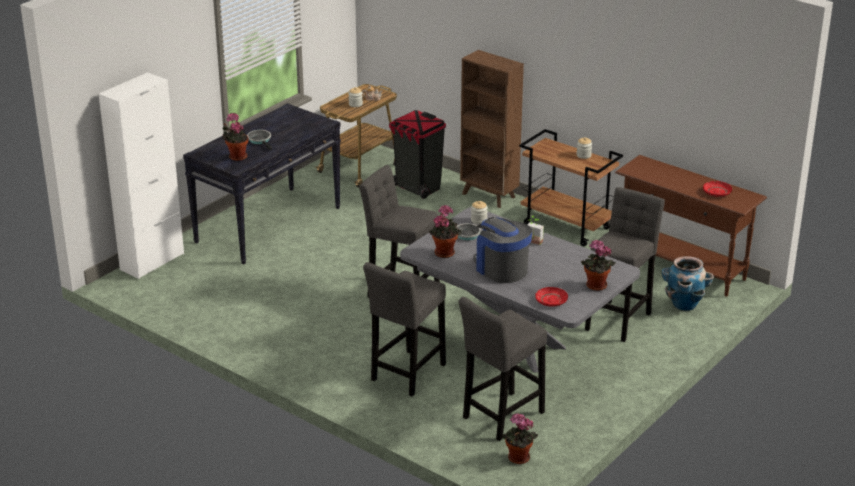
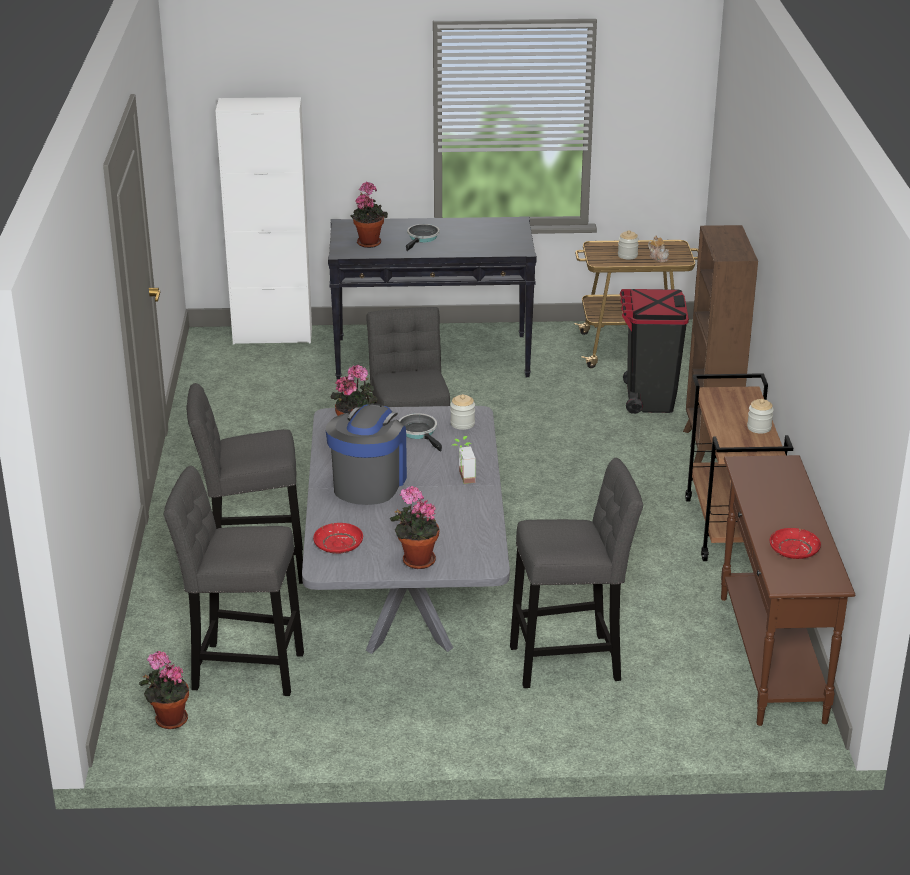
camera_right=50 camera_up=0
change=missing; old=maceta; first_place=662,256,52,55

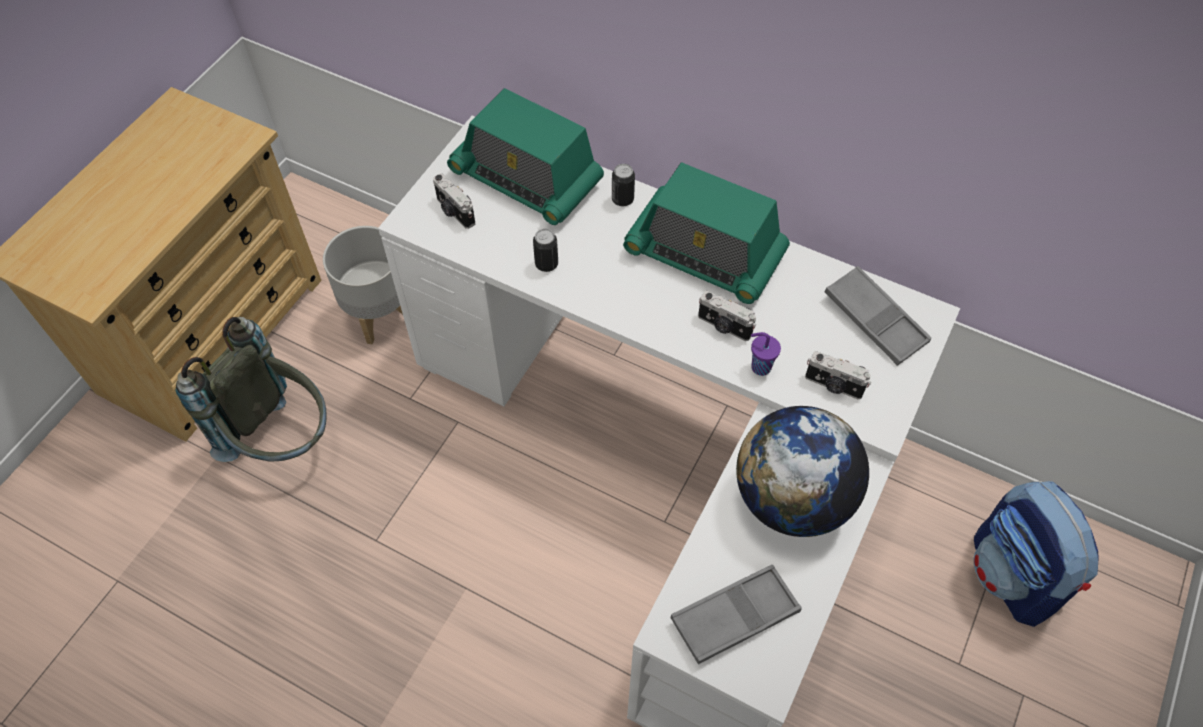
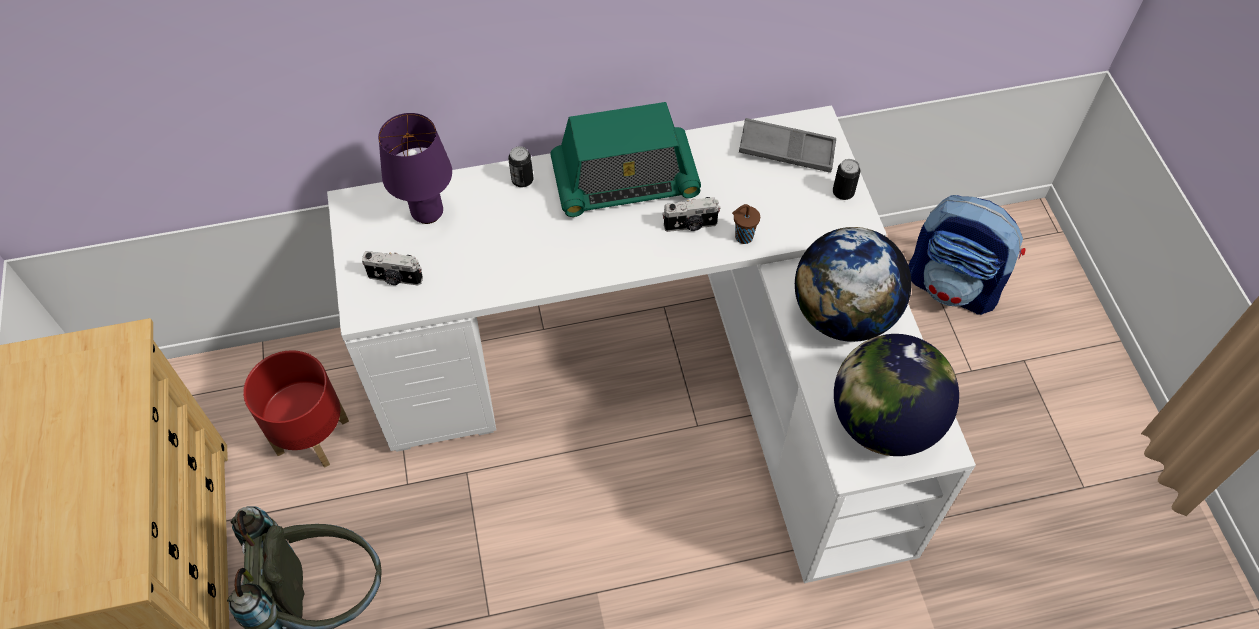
camera_right=-40 camera_up=0
change=missing; old=cámara; first_place=805,351,66,48
change=relocated; old=lata; first_place=533,229,25,43; second_place=833,159,28,41
change=exchanged; old=radio; new=lámpara de mesa (morado); first_place=447,88,157,137; second_place=378,113,74,111
change=exchanged; old=bandeja (gris); new=globo terráqueo; first_place=671,565,131,99; second_place=834,334,125,122
change=colour; old=maceta (gris); new=maceta (rojo); first_place=323,226,80,119; second_place=243,350,106,118
change=colour; old=taza (morado); new=taza (marrón); first_place=751,332,30,44; second_place=732,204,28,40

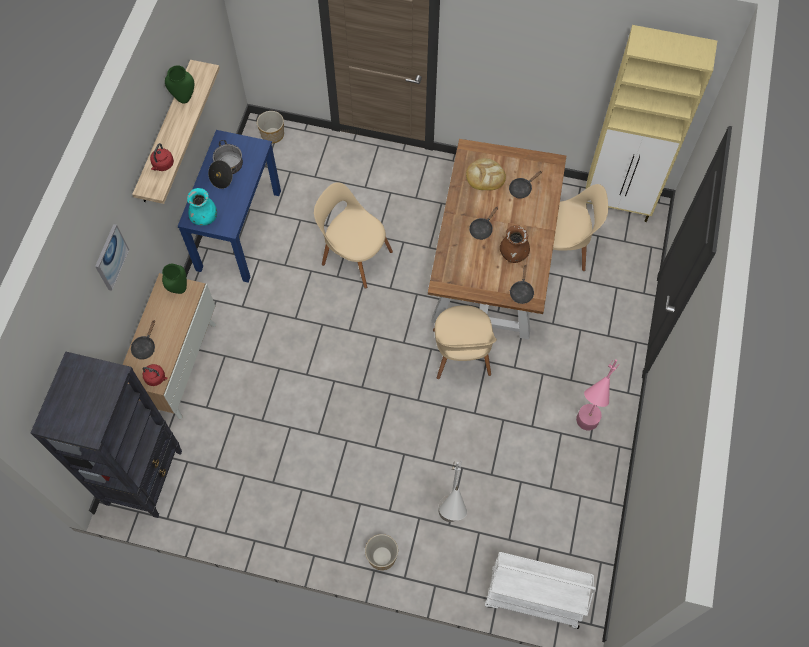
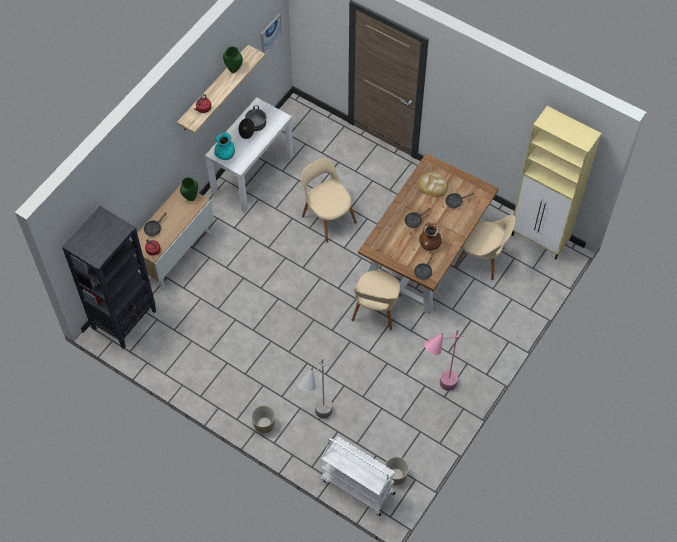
camera_right=20 camera_up=-5
change=relocated; old=cuadro; first_place=95,224,34,67; second_place=260,14,22,40
change=relocated; old=maceta; first_place=257,111,27,32; second_place=385,457,24,28
change=colour; old=mesa consola (azul); new=mesa consola (blanco); first_place=178,130,103,153; second_place=205,97,88,116

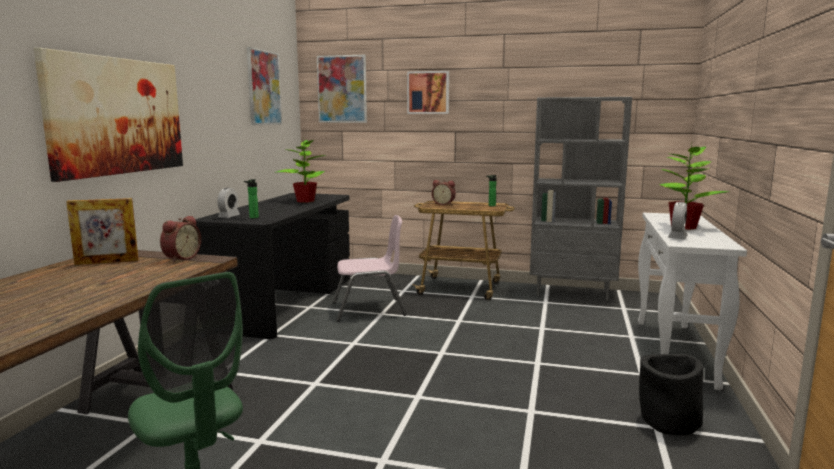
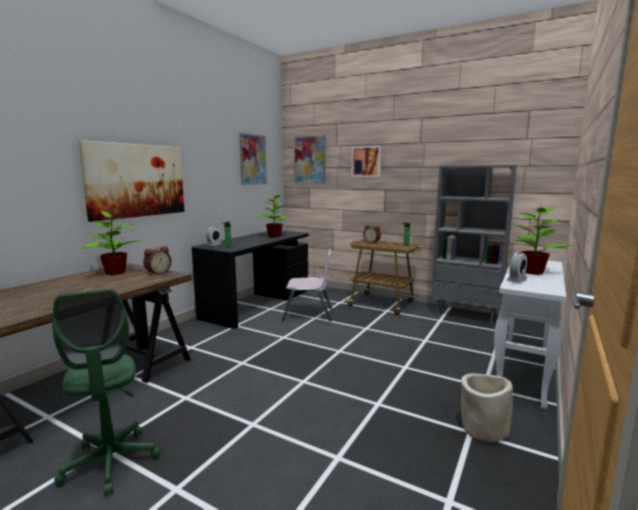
camera_right=15 camera_up=0
change=exchanged; old=portarretratos; new=planta en maceta; first_place=66,198,73,67; second_place=81,209,60,66
change=colour; old=maceta (negro); new=maceta (beis); first_place=639,354,64,81; second_place=461,373,52,70

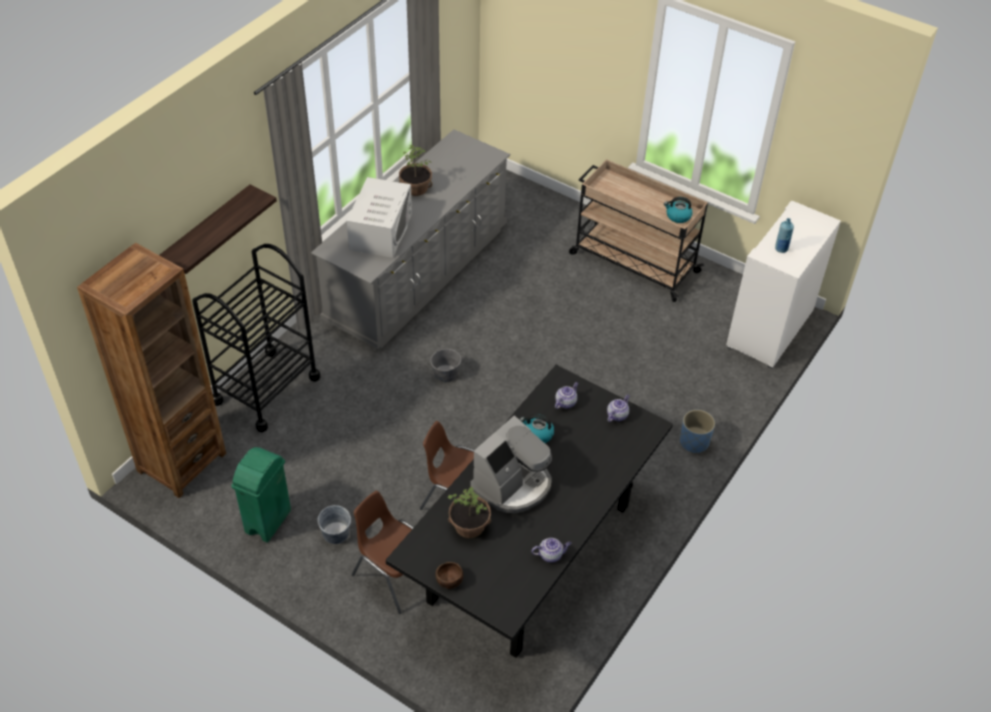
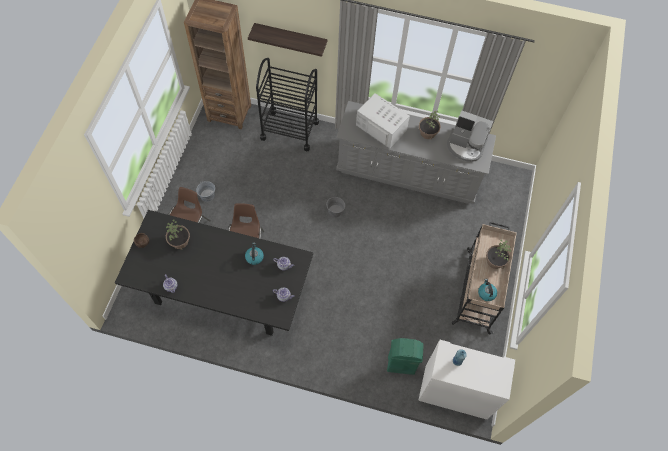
camera_right=70 camera_up=15
change=missing; old=maceta (azul); first_place=680,410,35,44
change=appeared; new=planta en maceta; second_place=486,239,25,30
change=relocated; old=papelera (verde); first_place=231,447,60,95; second_place=387,338,37,37
change=relocated; old=cafetera; first_place=471,415,81,98; second_place=447,111,46,51
change=spun; old=microondas (blanco); first_place=347,177,65,81; second_place=356,93,54,55; degrees=-135

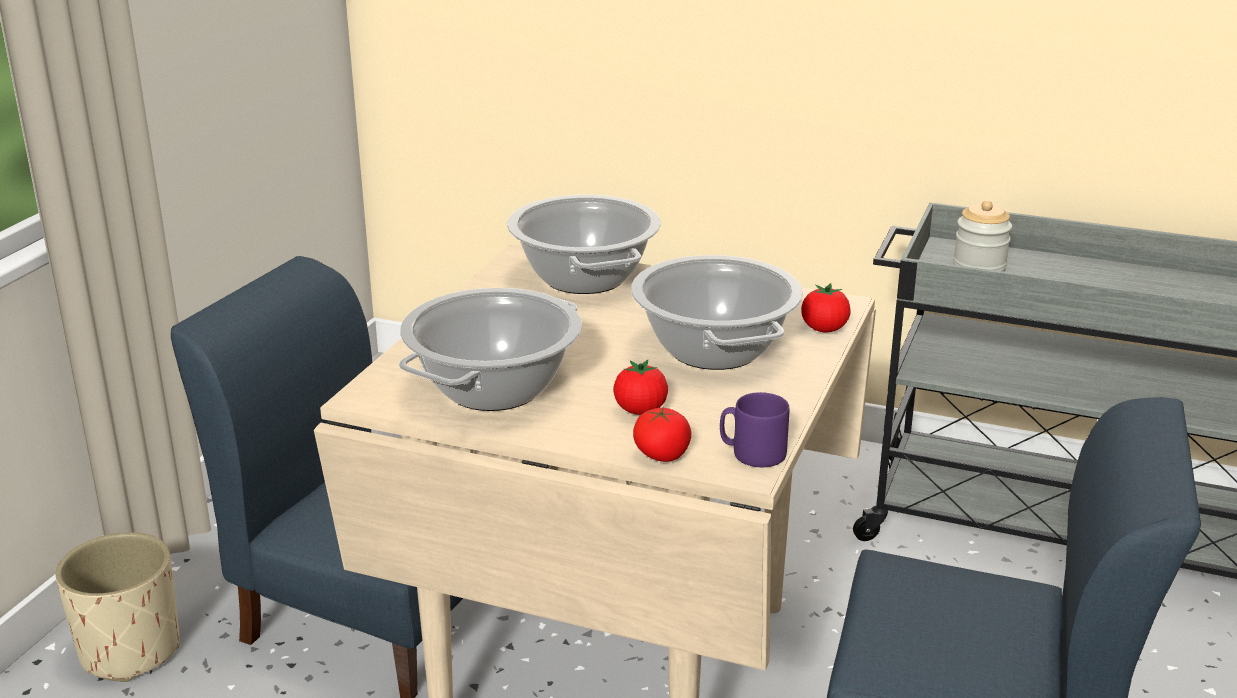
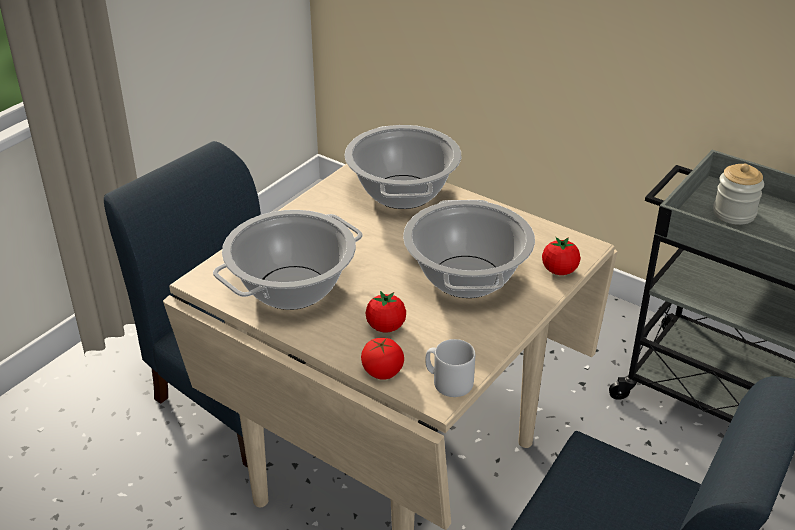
camera_right=15 camera_up=10
change=missing; old=maceta (beis); first_place=56,532,124,150
change=colour; old=taza grande (morado); new=taza grande (gris); first_place=720,392,70,75; second_place=425,339,50,58

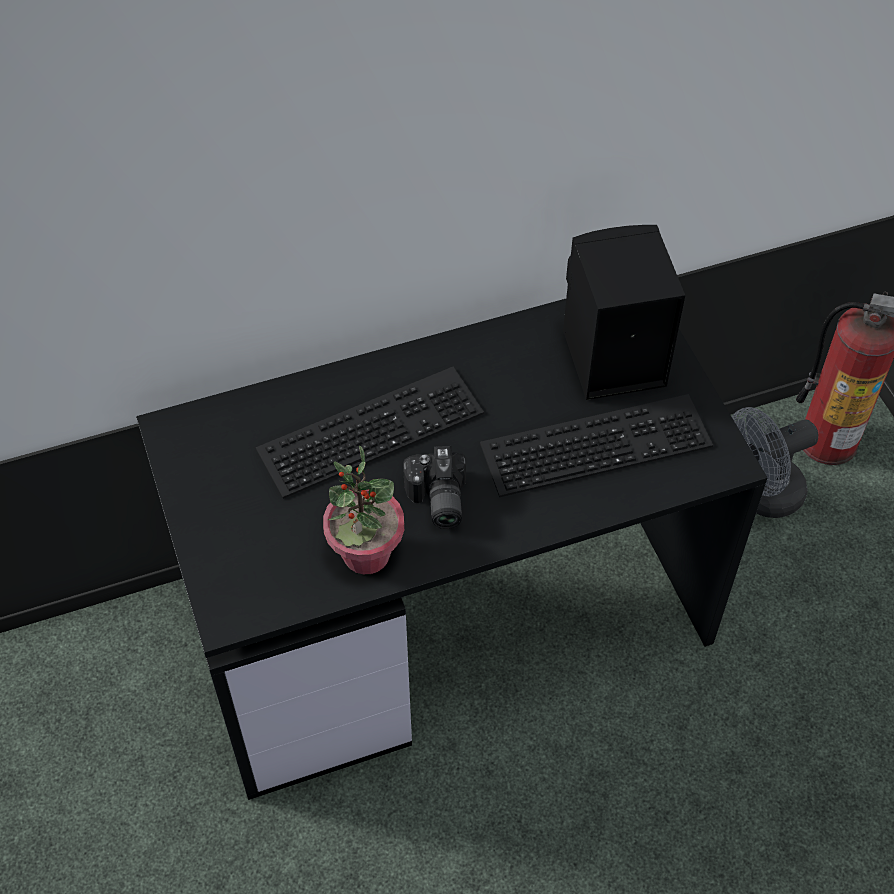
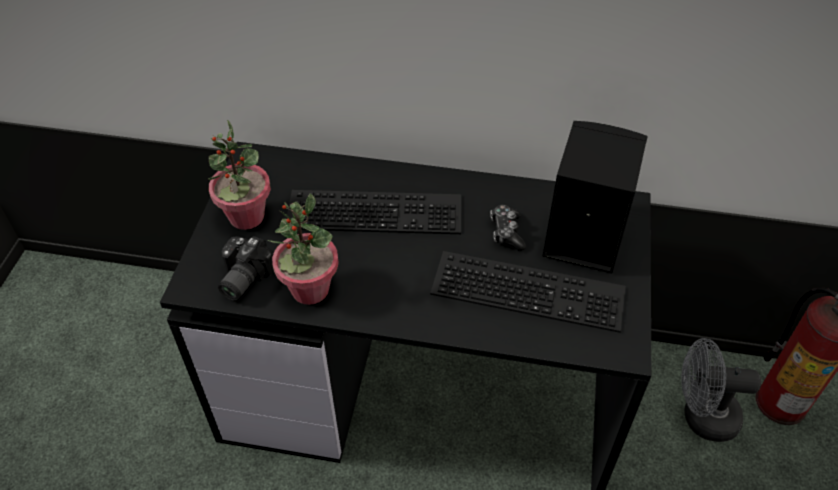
camera_right=30 camera_up=-5
change=appeared; new=planta en maceta; second_place=208,120,63,110
change=appeared; new=mando de consola; second_place=490,205,36,46
change=relocated; old=cámara; first_place=403,446,63,83; second_place=218,236,56,65

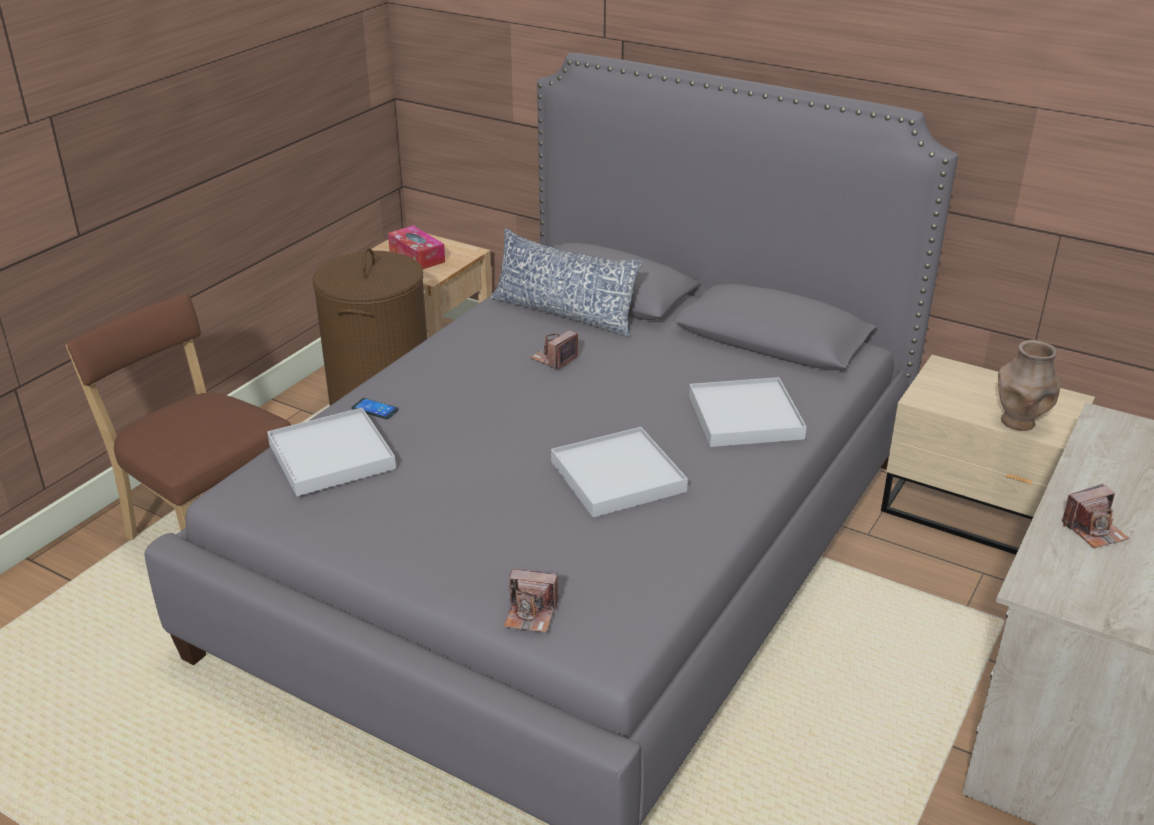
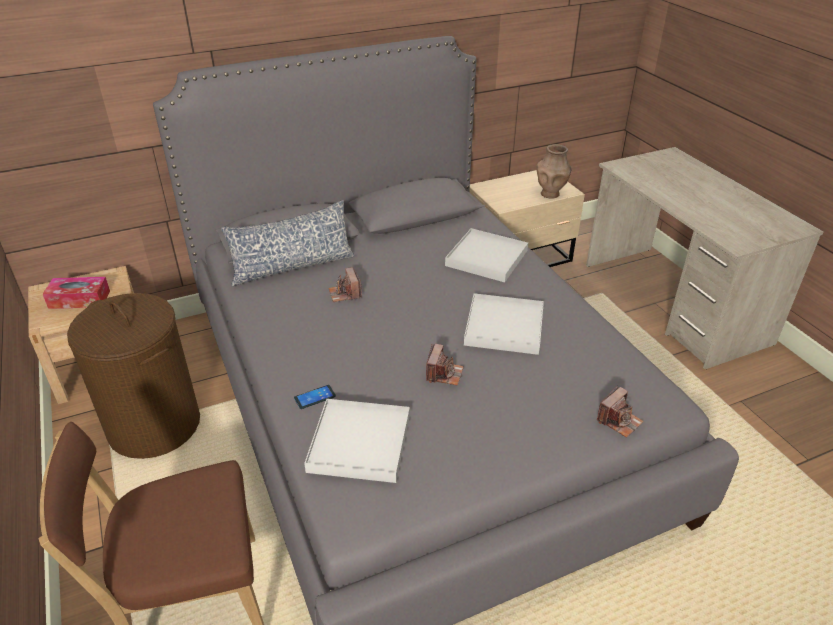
camera_right=-55 camera_up=5
change=relocated; old=cámara; first_place=1062,484,67,64; second_place=426,343,38,43

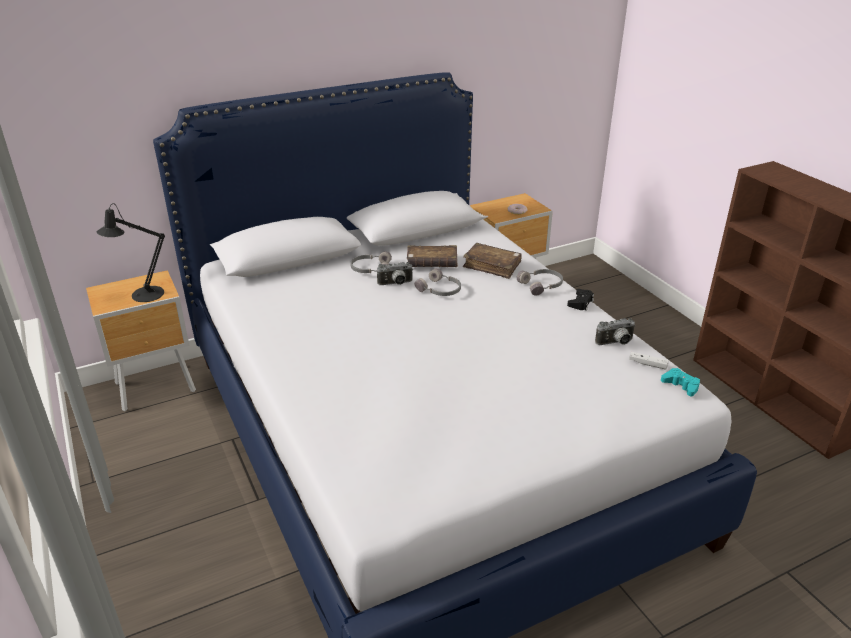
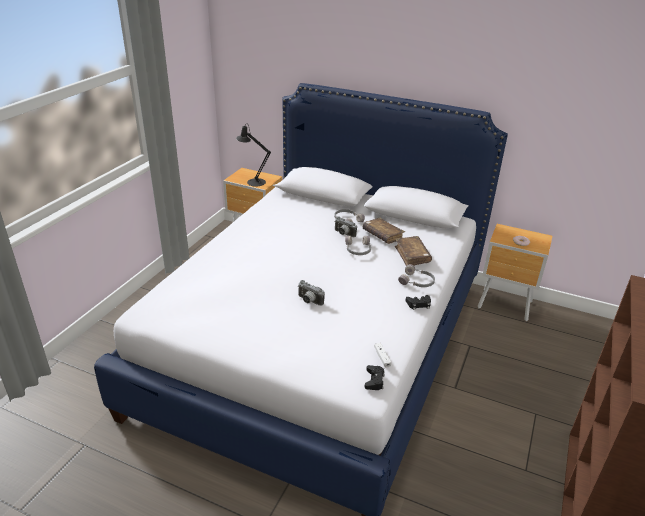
camera_right=50 camera_up=0
change=relocated; old=cámara; first_place=595,318,41,27; second_place=298,280,27,26
change=colour; old=mando de consola (turquesa); new=mando de consola (negro); first_place=661,368,39,28; second_place=365,365,20,25

